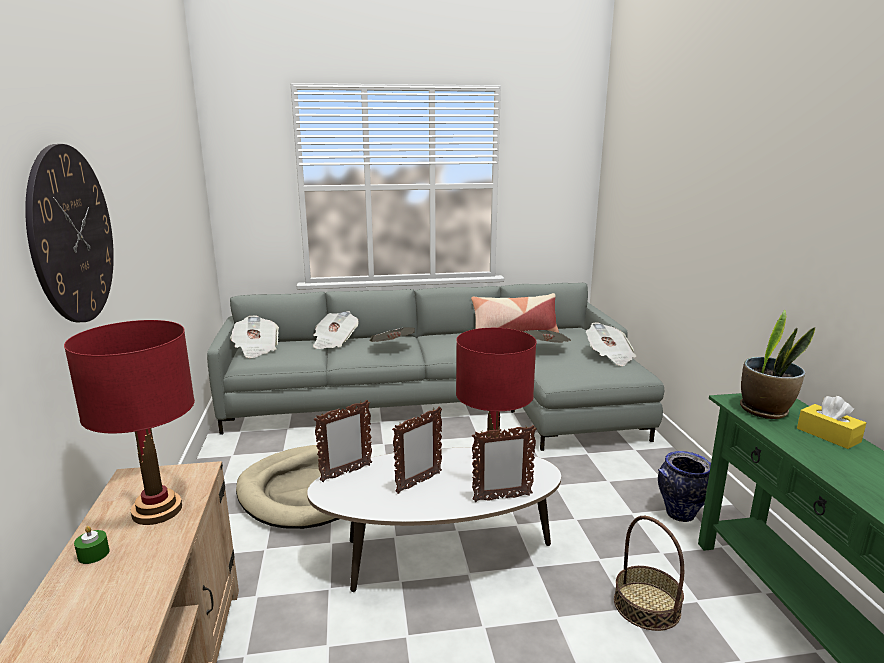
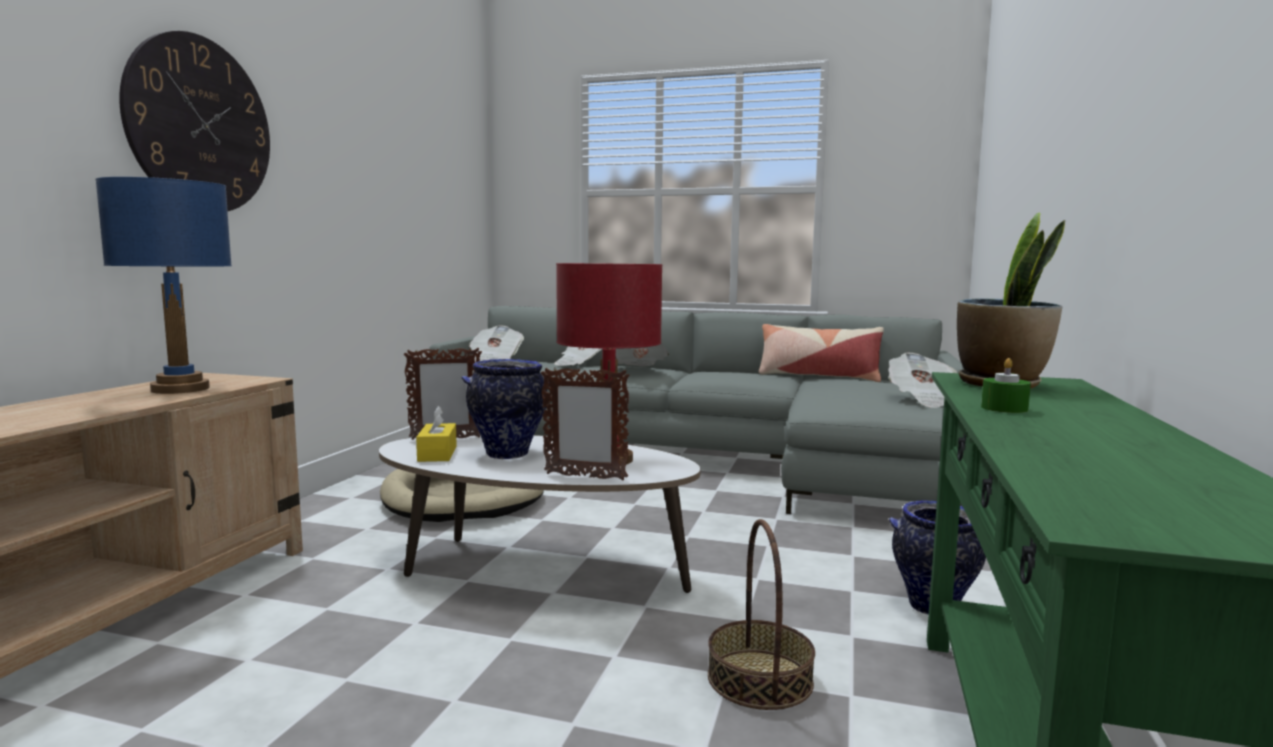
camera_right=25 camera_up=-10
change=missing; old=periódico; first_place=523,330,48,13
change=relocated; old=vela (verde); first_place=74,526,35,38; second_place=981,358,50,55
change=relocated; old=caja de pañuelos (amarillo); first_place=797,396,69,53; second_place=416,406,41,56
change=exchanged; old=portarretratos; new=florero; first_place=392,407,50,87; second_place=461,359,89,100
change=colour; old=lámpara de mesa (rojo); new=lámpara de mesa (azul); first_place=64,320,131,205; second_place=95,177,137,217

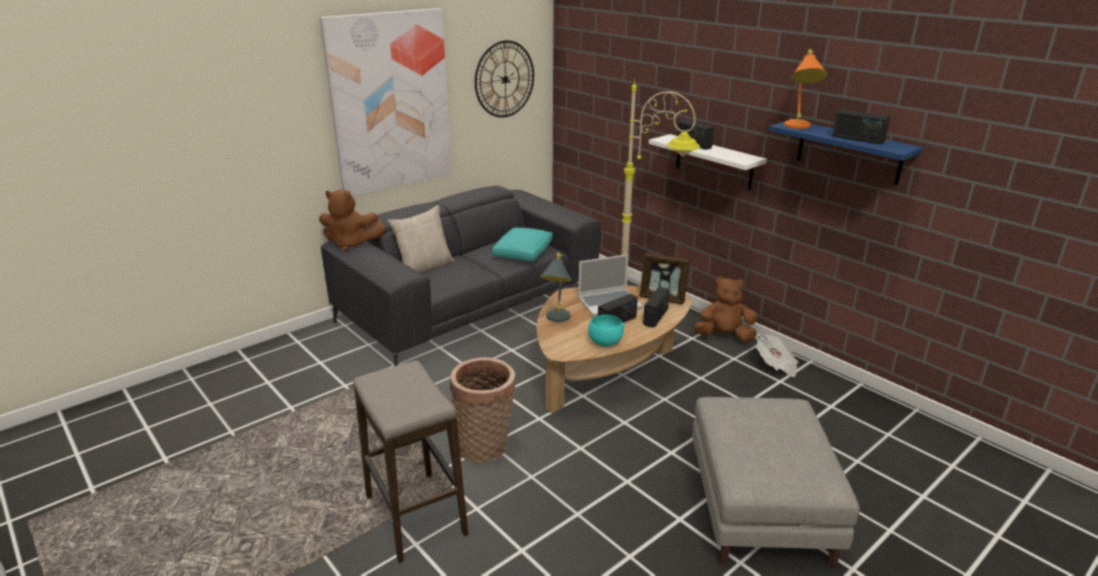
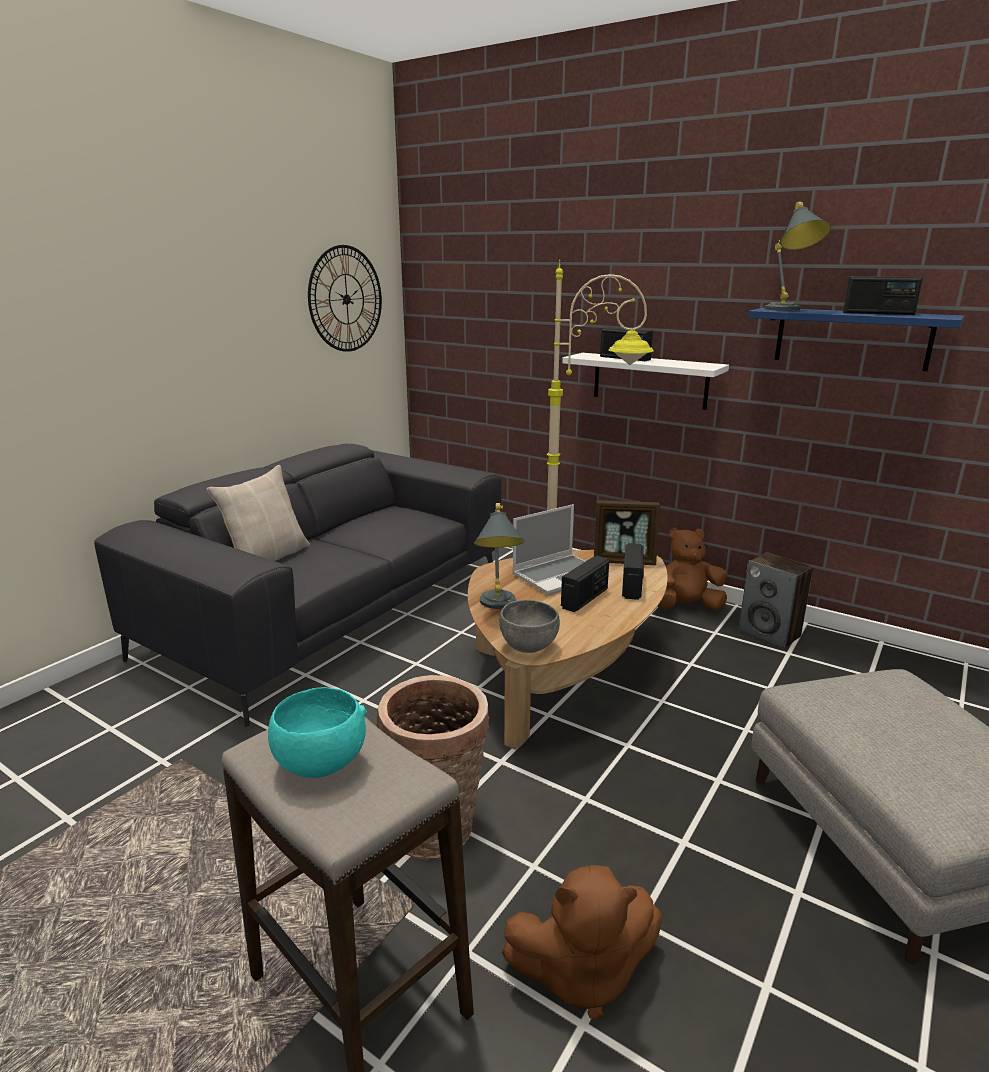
camera_right=-15 camera_up=-5
change=missing; old=cuadro; first_place=319,8,133,189
change=missing; old=cojín (turquesa); first_place=492,227,61,34
change=appeared; new=cuenco (gris); second_place=499,600,61,53
change=relocated; old=peluche (marrón); first_place=319,189,67,62; second_place=502,865,160,155
change=relocated; old=cuenco (turquesa); first_place=588,315,37,32; second_place=268,687,100,91
change=exchanged; old=periódico; new=altavoz; first_place=756,334,43,43; second_place=738,552,75,97
change=colour; old=lámpara de mesa (naranja); new=lámpara de mesa (gris); first_place=784,49,44,80; second_place=765,202,66,109

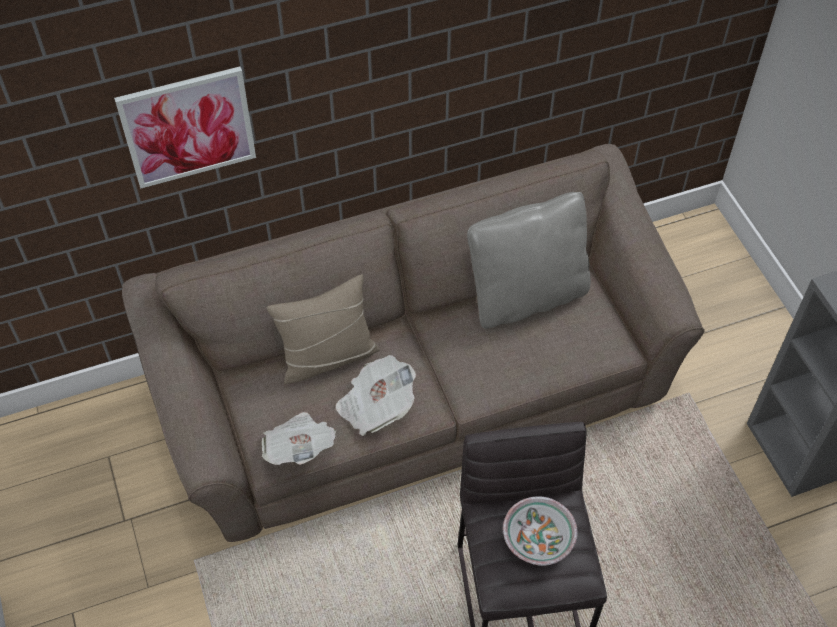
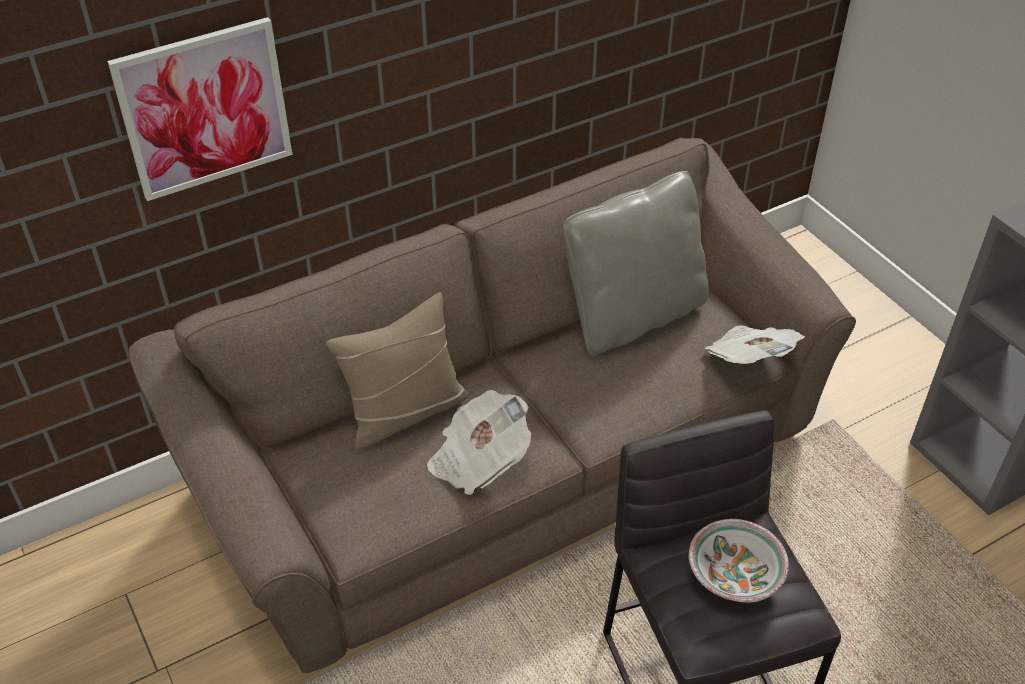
camera_right=-10 camera_up=-10
change=relocated; old=periódico; first_place=262,412,74,53; second_place=704,325,101,39

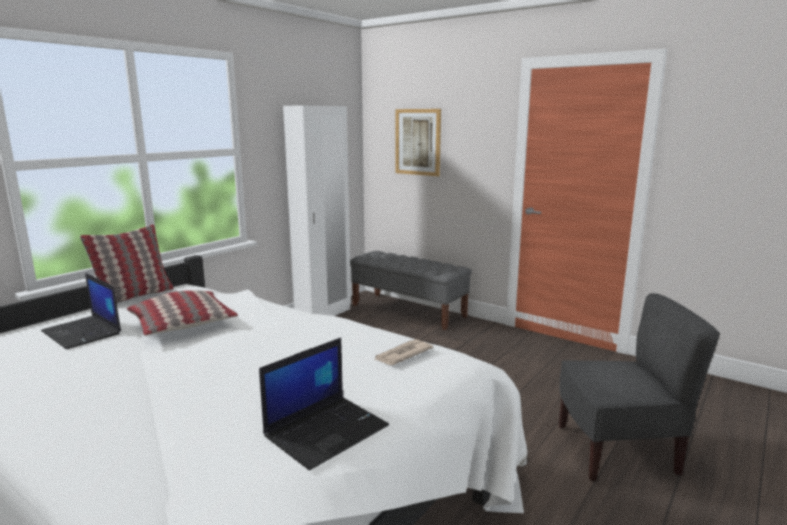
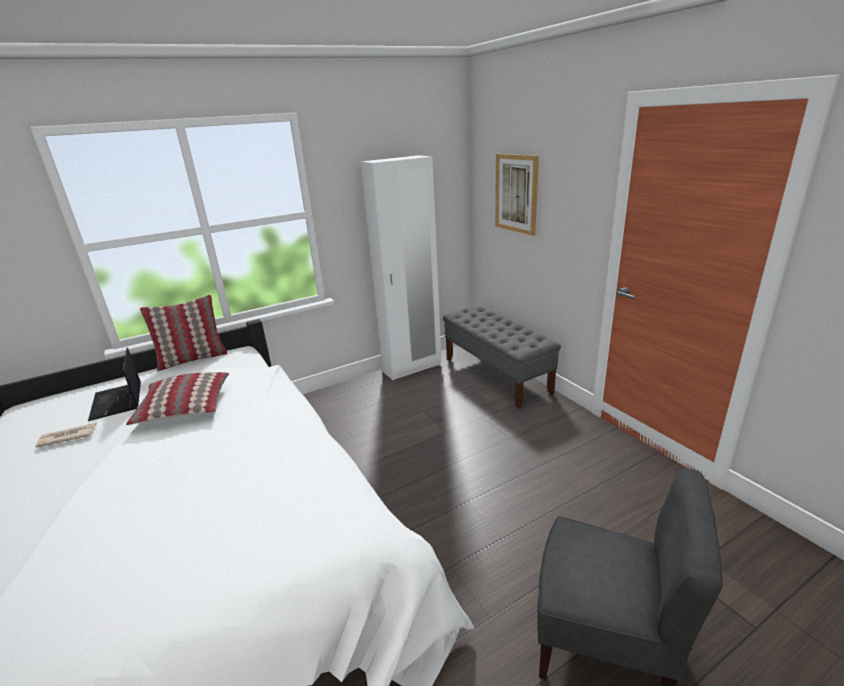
camera_right=25 camera_up=10
change=missing; old=portátil; first_place=259,338,130,132
change=relocated; old=periódico; first_place=374,339,59,26; second_place=35,423,62,25

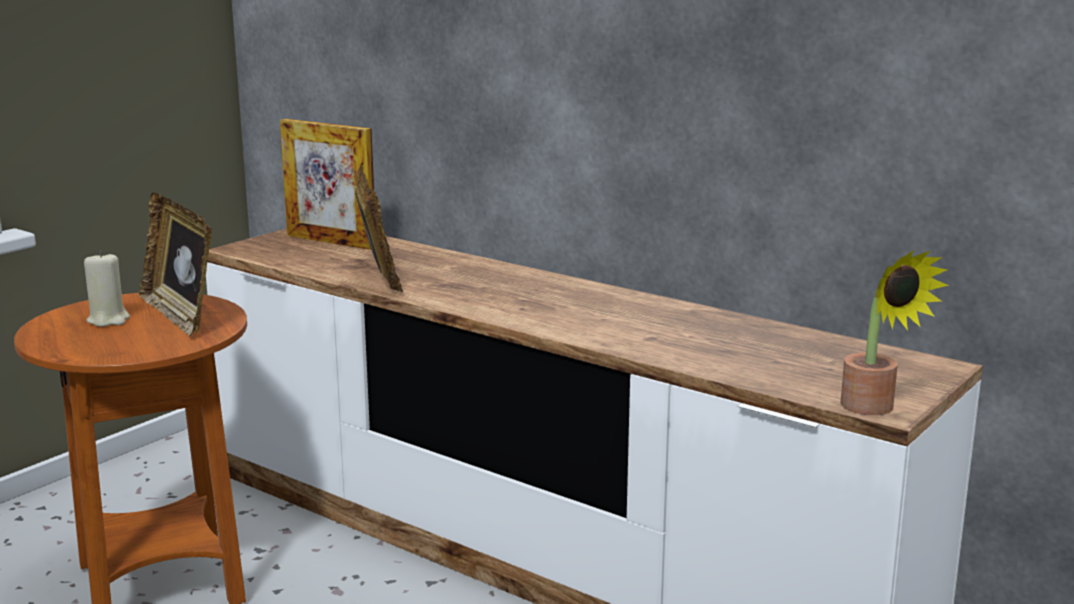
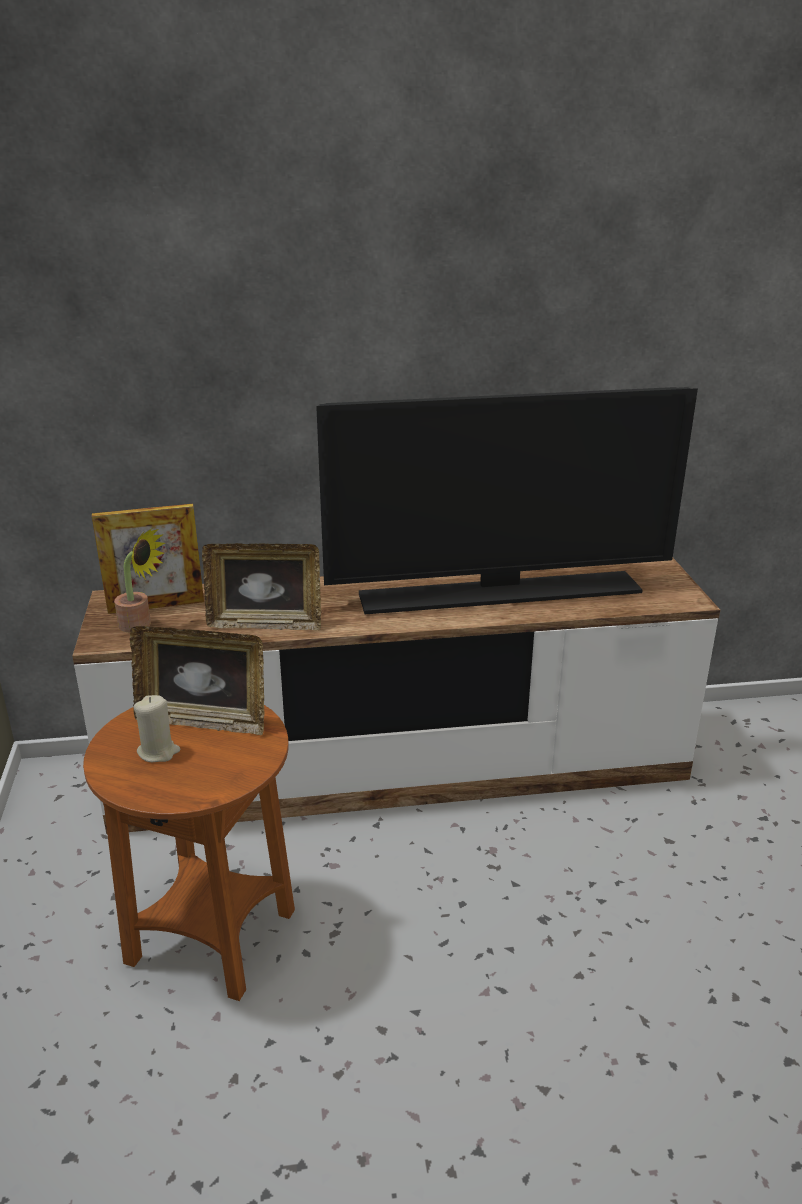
camera_right=-45 camera_up=10
change=appeared; new=televisor; second_place=316,387,382,227
change=relocated; old=planta en maceta; first_place=841,249,108,166; second_place=114,529,51,103
change=spun; old=portarretratos; first_place=354,163,49,129; second_place=202,543,119,87; degrees=150

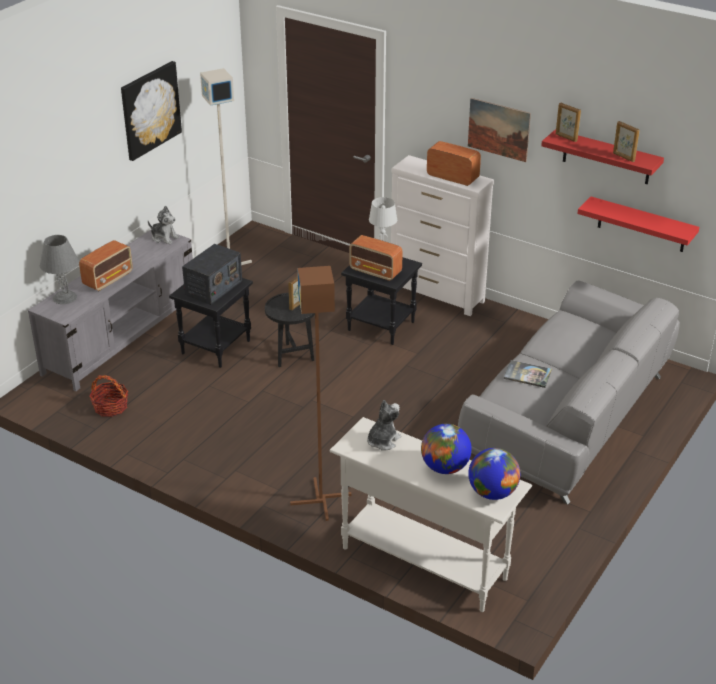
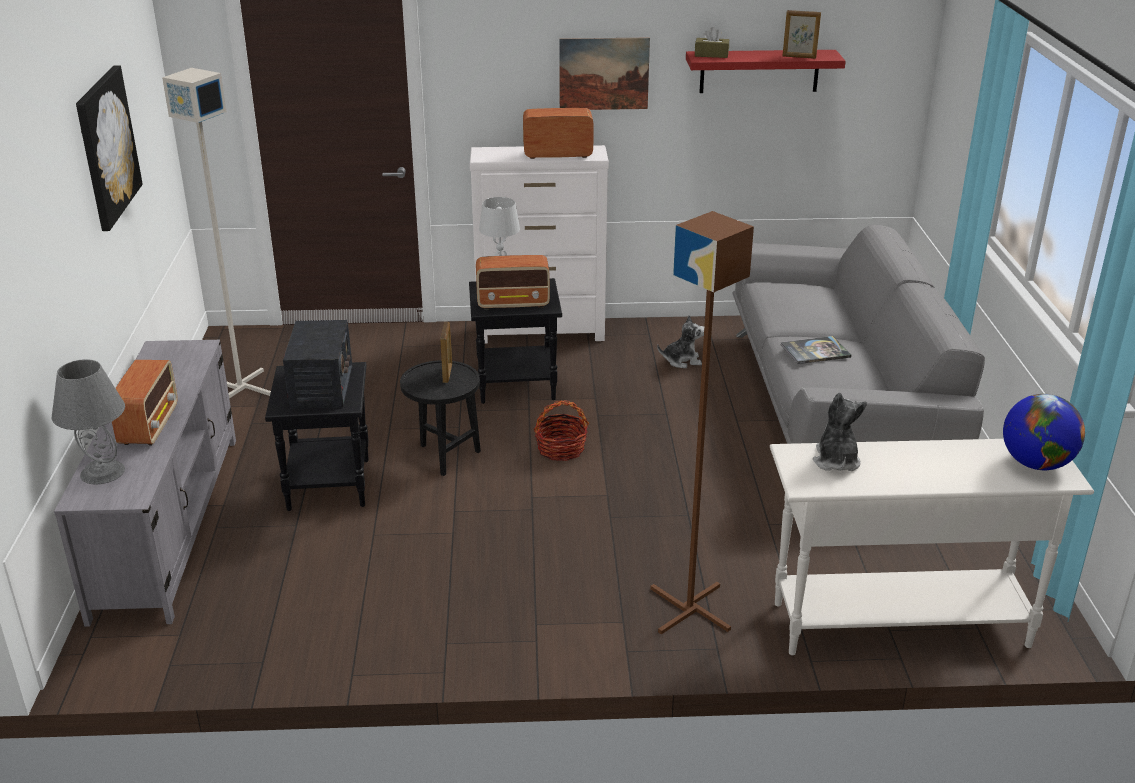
camera_right=-35 camera_up=-5
change=missing; old=globo terráqueo; first_place=421,424,51,50
change=missing; old=estante (rojo); first_place=577,196,122,56
change=relocated; old=cesta; first_place=89,375,39,42; second_place=534,400,55,61
change=relocated; old=peluche; first_place=148,205,31,39; second_place=657,314,47,54
change=exchanged; old=portarretratos; new=caja de pañuelos (marrón); first_place=556,103,25,39; second_place=695,27,34,31

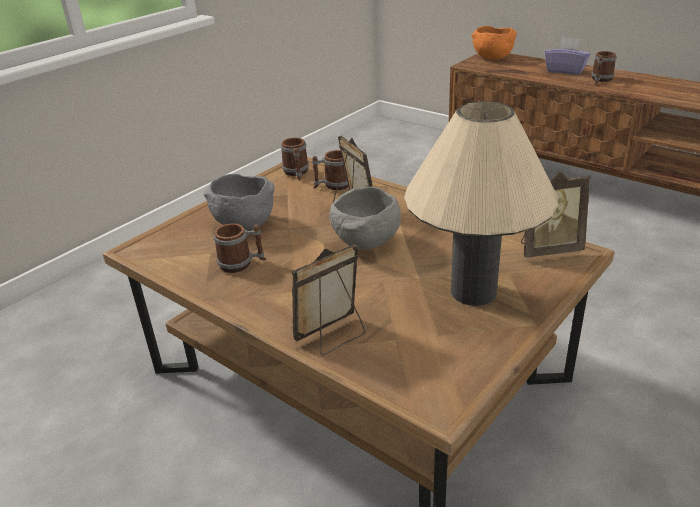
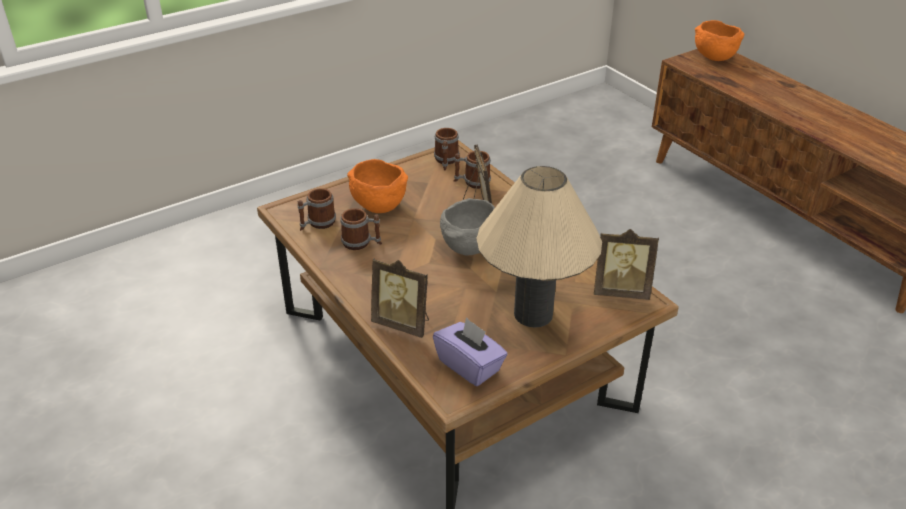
camera_right=15 camera_up=5
change=relocated; old=caja de pañuelos (morado); first_place=545,37,45,38; second_place=433,317,75,69
change=relocated; old=taza grande; first_place=591,51,26,33; second_place=297,188,39,43
change=colour; old=cuenco (gris); new=cuenco (naranja); first_place=204,174,70,57; second_place=347,159,61,54
change=spun; old=portarretratos; first_place=292,244,73,112; second_place=371,258,58,80; degrees=-135

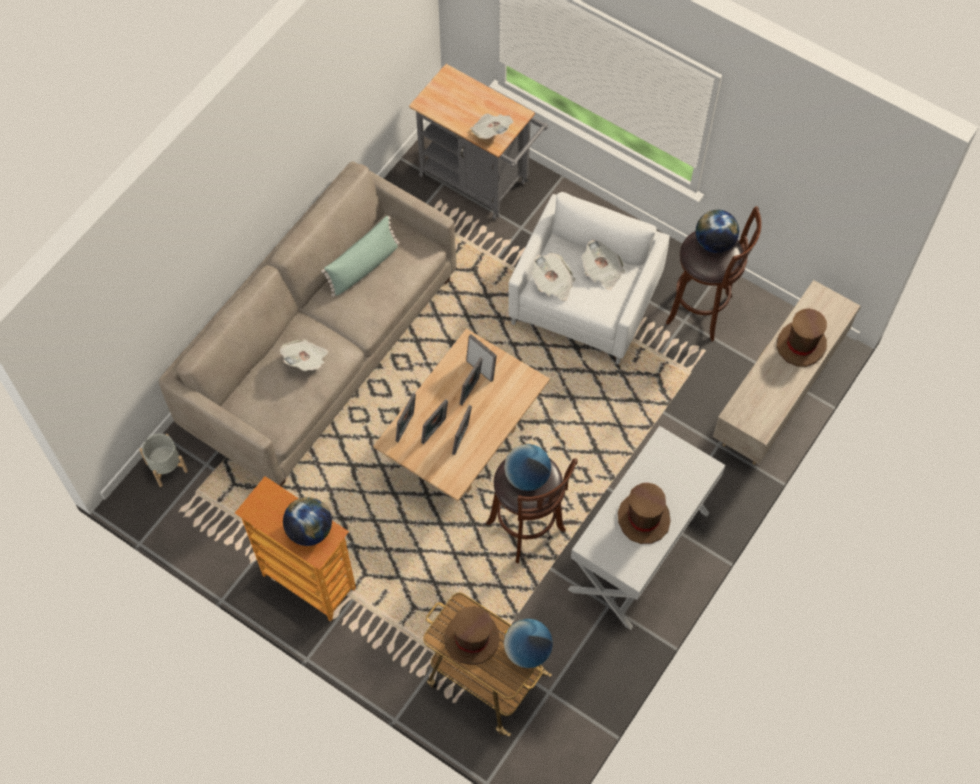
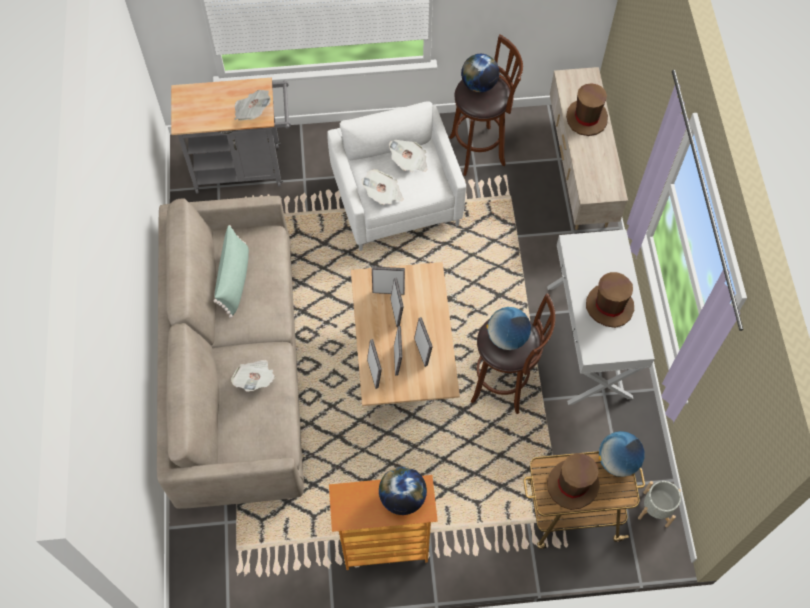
camera_right=-40 camera_up=0
change=relocated; old=maceta (gris); first_place=139,434,49,53; second_place=638,481,43,47

